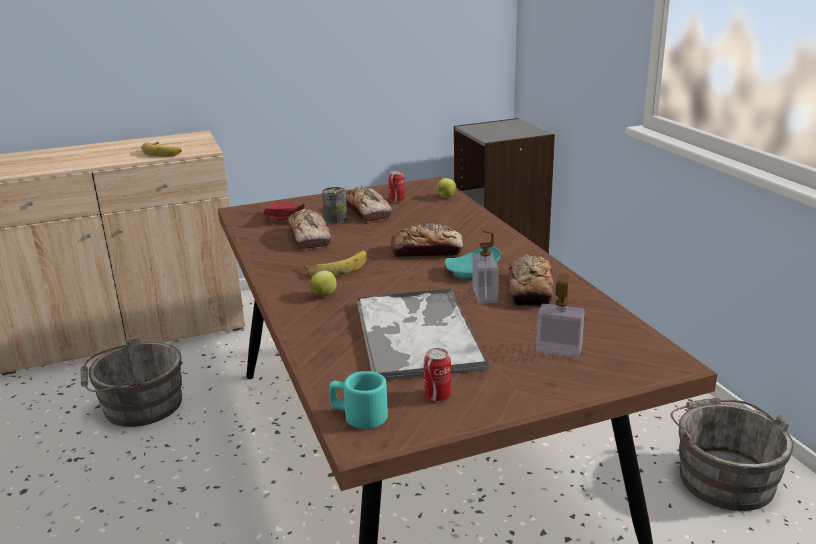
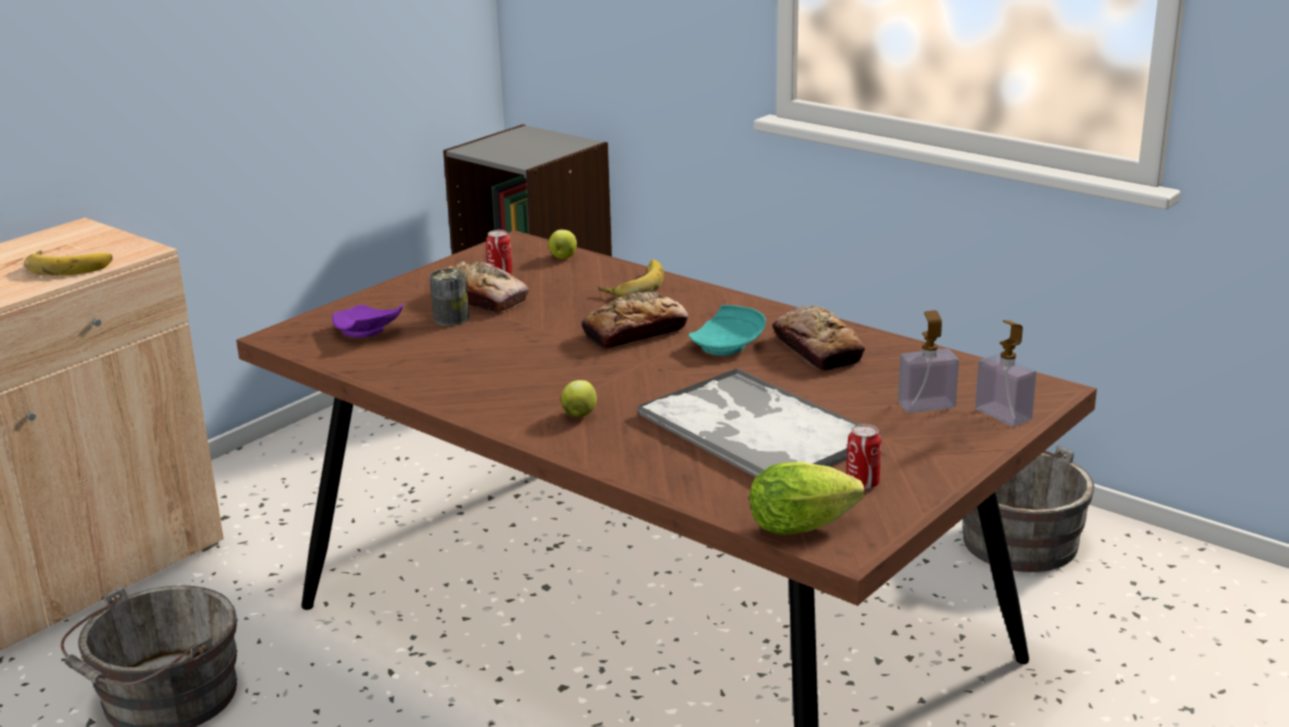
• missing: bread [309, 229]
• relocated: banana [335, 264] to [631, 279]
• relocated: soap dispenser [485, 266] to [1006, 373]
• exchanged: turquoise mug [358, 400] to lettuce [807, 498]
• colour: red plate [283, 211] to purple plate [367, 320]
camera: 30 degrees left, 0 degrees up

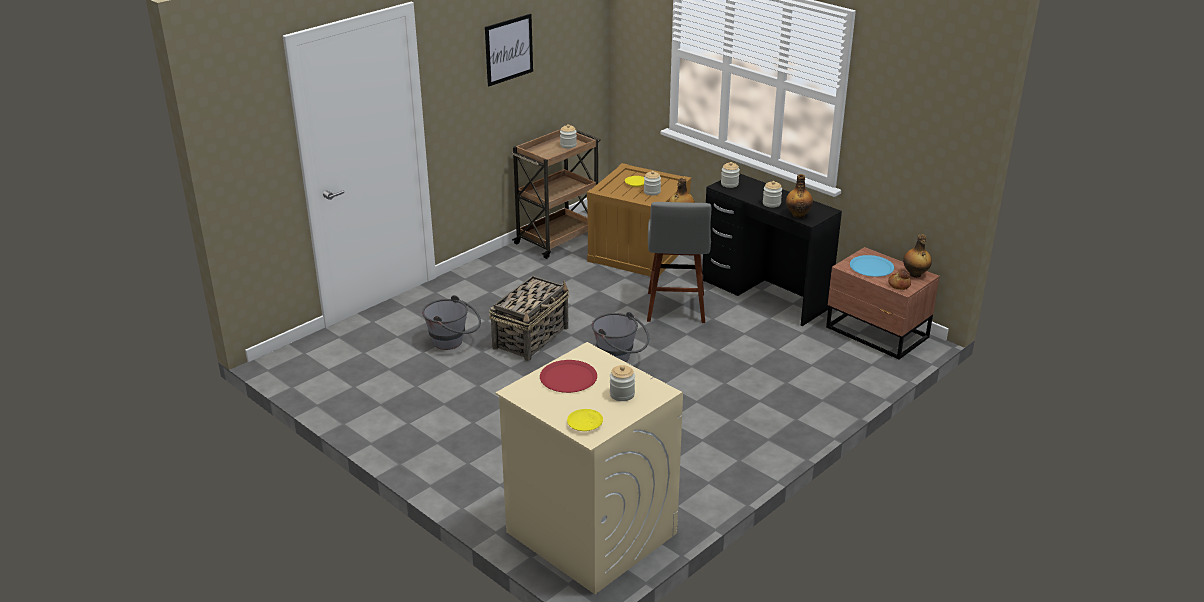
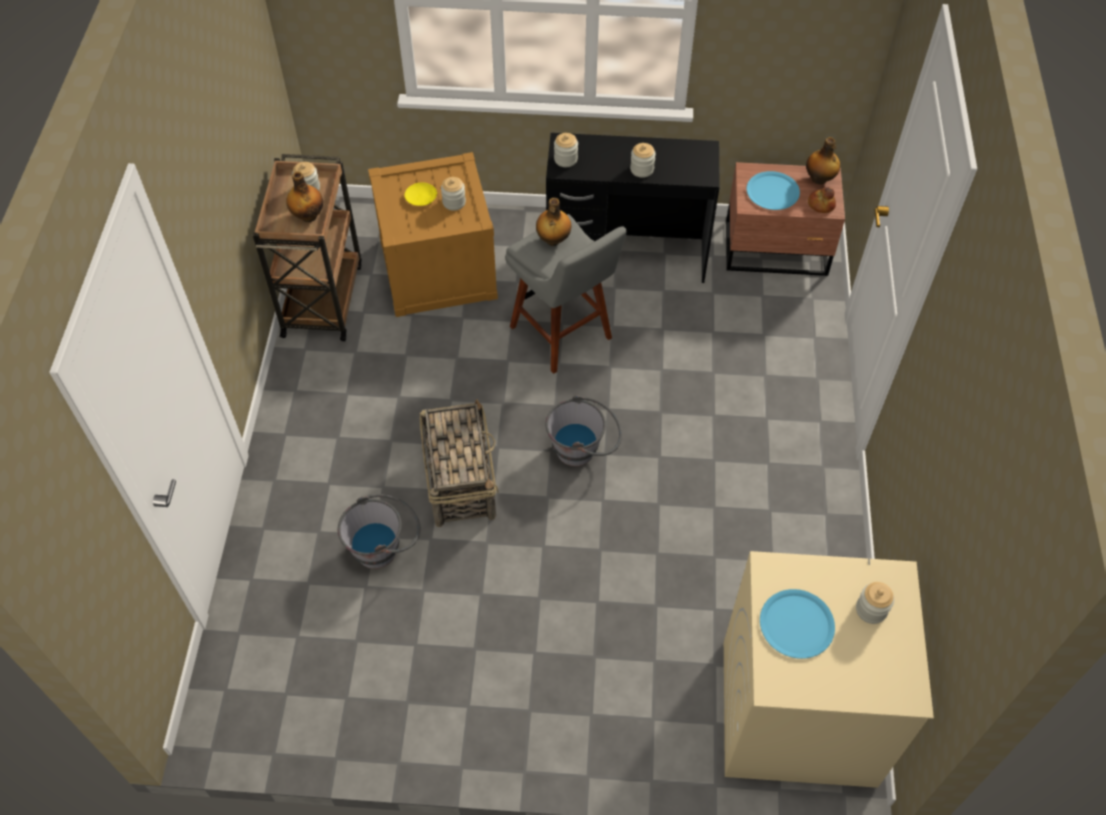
• missing: picture [509, 50]
• missing: yellow plate [585, 420]
• relocated: bottle [799, 196] to [304, 196]
• colour: red plate [568, 376] to blue plate [797, 624]
camera: 40 degrees left, 25 degrees up

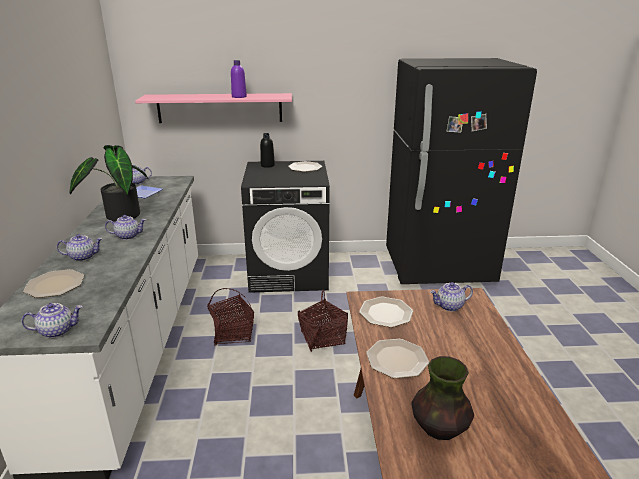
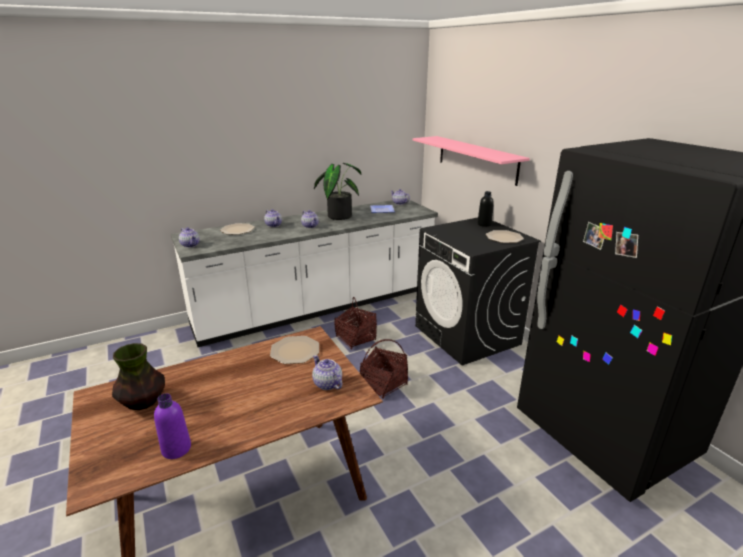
• missing: plate [397, 359]
• relocated: purple bottle [239, 79] to [172, 426]
camera: 65 degrees right, 0 degrees up

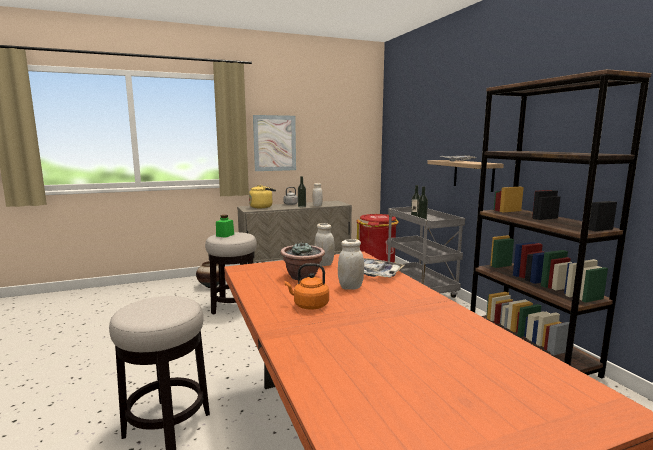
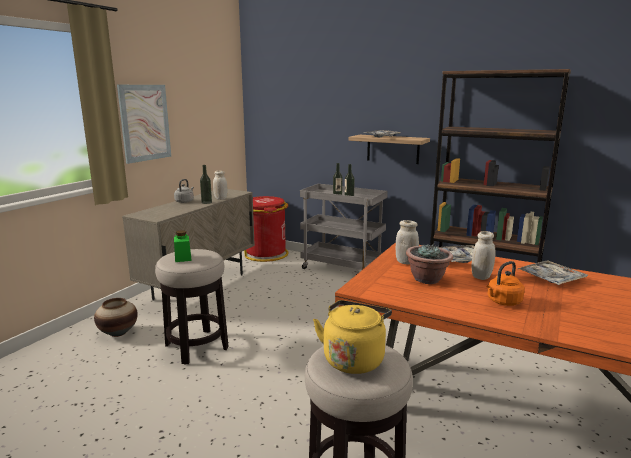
• appeared: tray [553, 272]
• relocated: yellow kettle [262, 196] to [352, 337]
camera: 40 degrees left, 5 degrees up

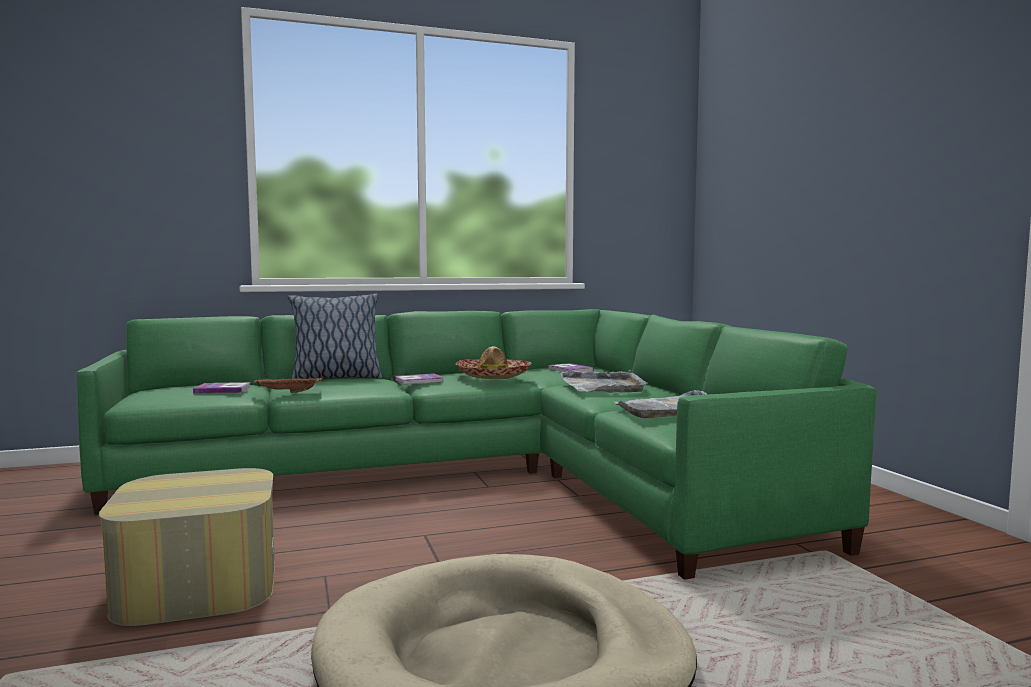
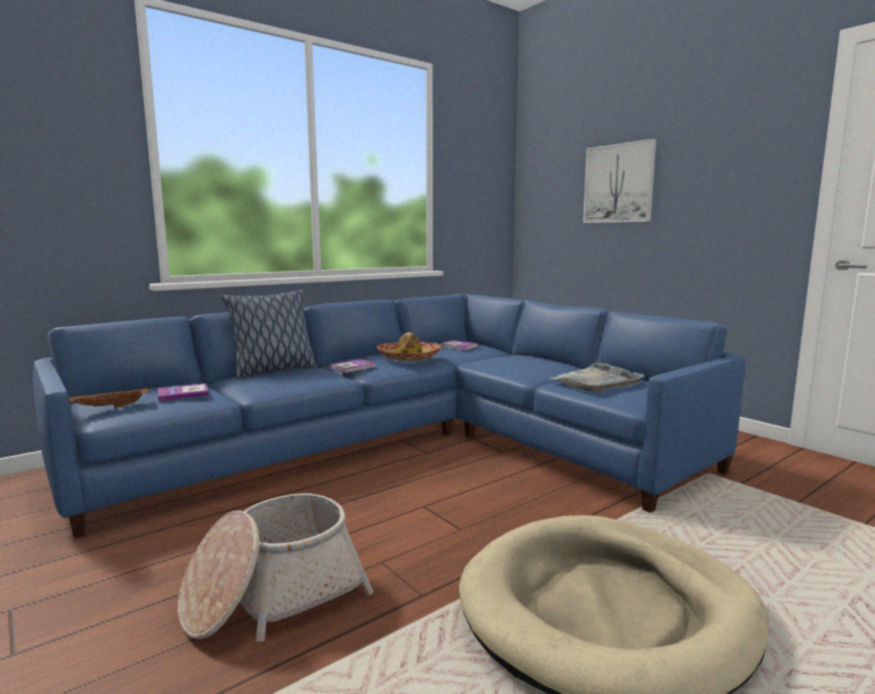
• missing: grey tray [604, 381]
• appeared: picture [619, 181]
• relocated: brown tray [288, 384] to [109, 397]
• exchanged: ottoman [187, 547] to basket [275, 568]
• colour: green sofa [477, 444] to blue sofa [389, 416]
camera: 20 degrees left, 5 degrees up

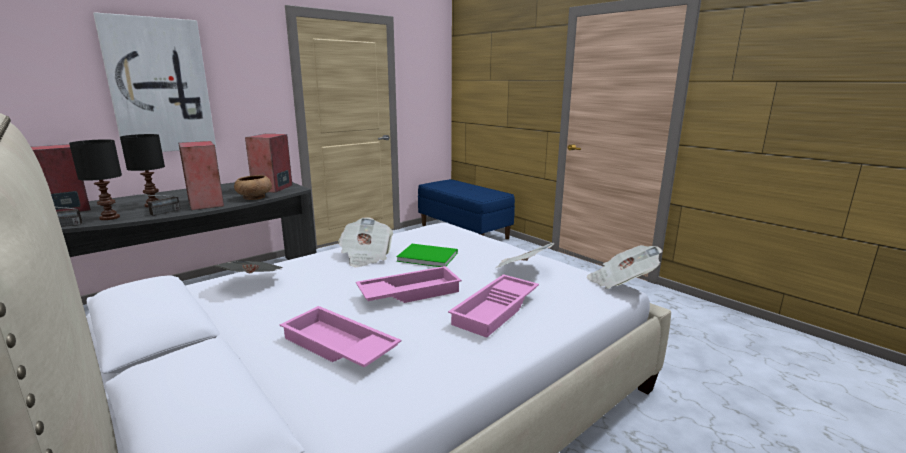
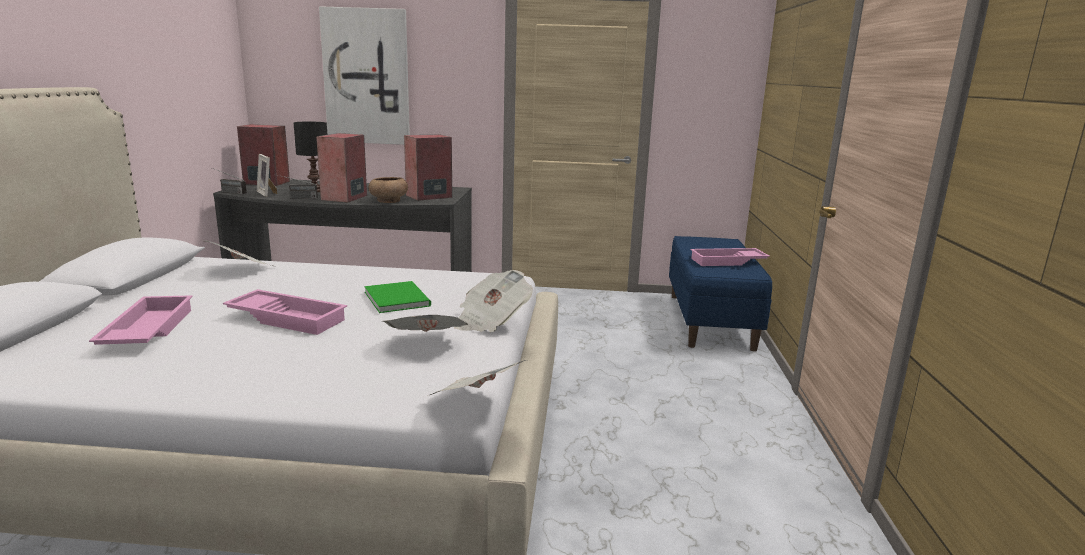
• relocated: newspaper [365, 242] to [493, 301]
• relocated: pink tray [493, 306] to [730, 257]
• exchanged: black table lamp [95, 179] to picture frame [267, 175]
camera: 45 degrees right, 0 degrees up

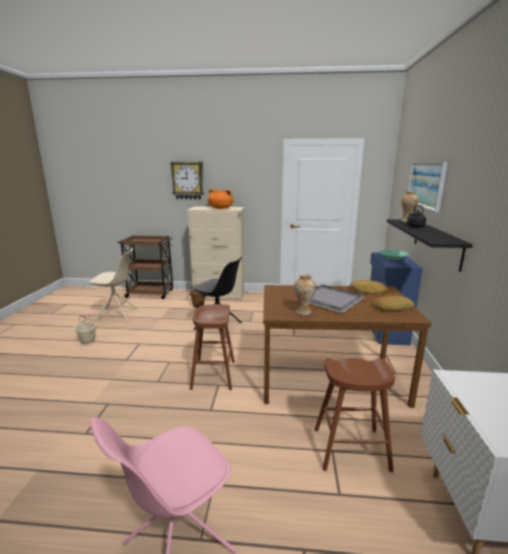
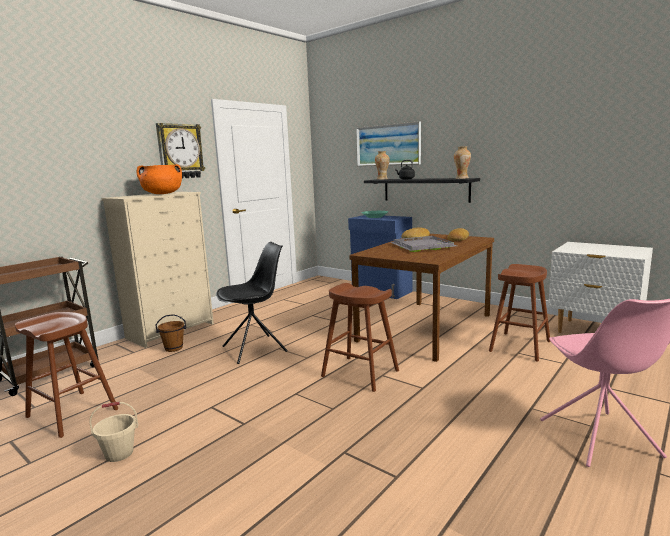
• relocated: wall clock [187, 180] to [180, 151]
• relocated: vase [305, 294] to [462, 162]
• exchanged: beige chair [113, 285] to brown stool [66, 375]
camera: 55 degrees left, 5 degrees down

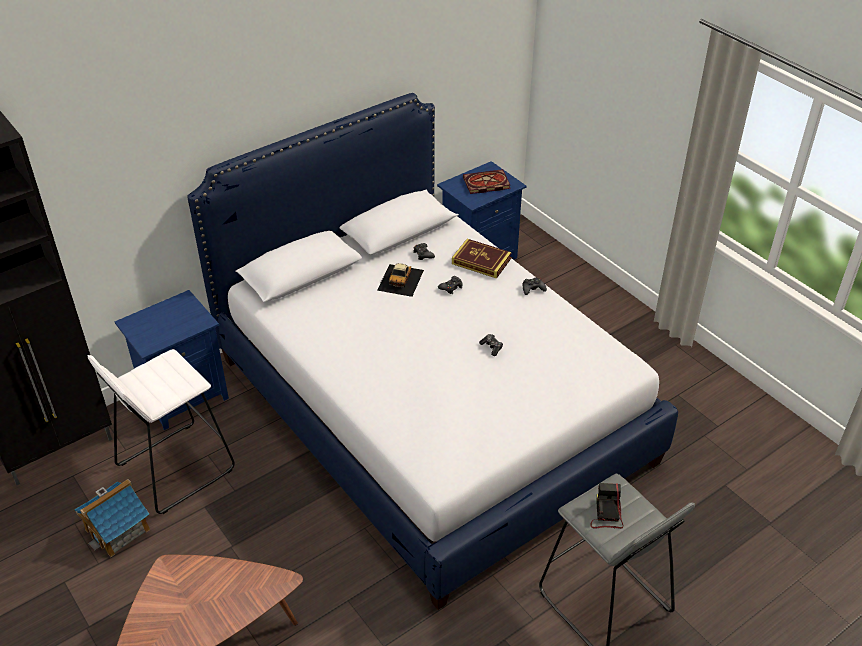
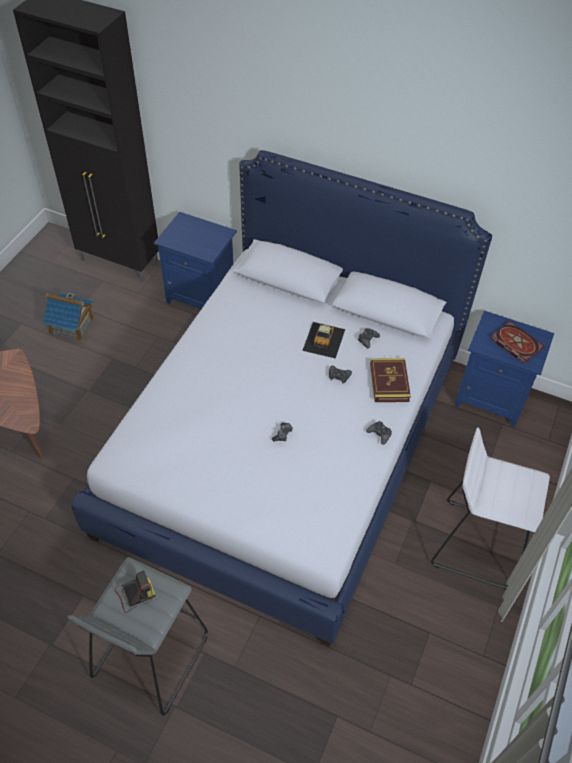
• relocated: white stool [161, 431] to [490, 508]
• spun: toy car [400, 280] = [323, 340] 60 degrees counterclockwise
camera: 60 degrees right, 10 degrees up

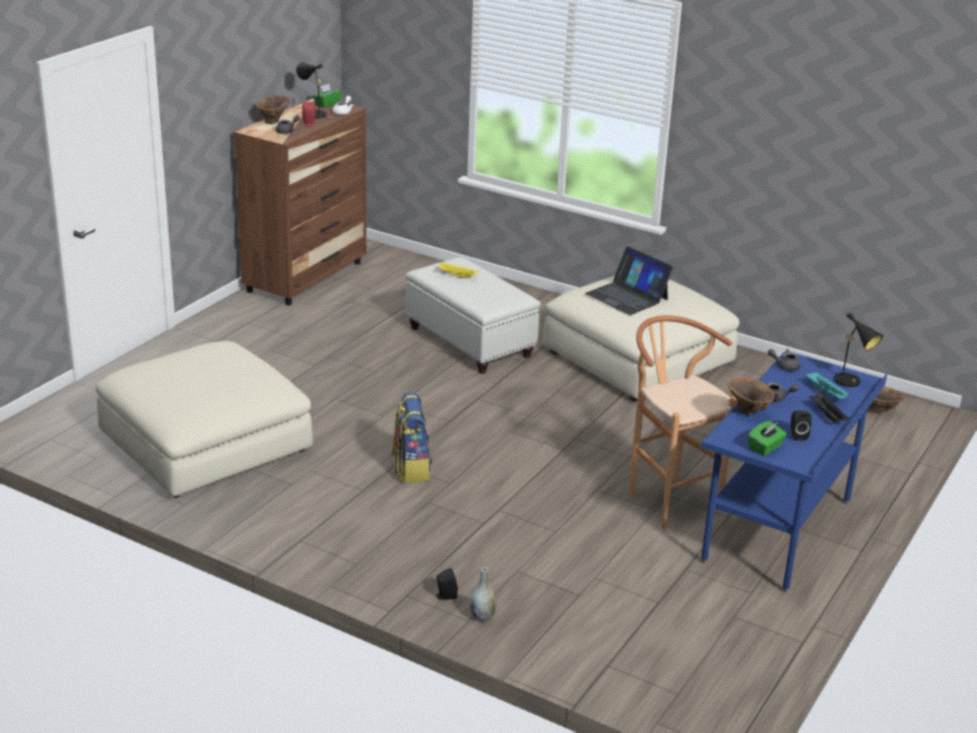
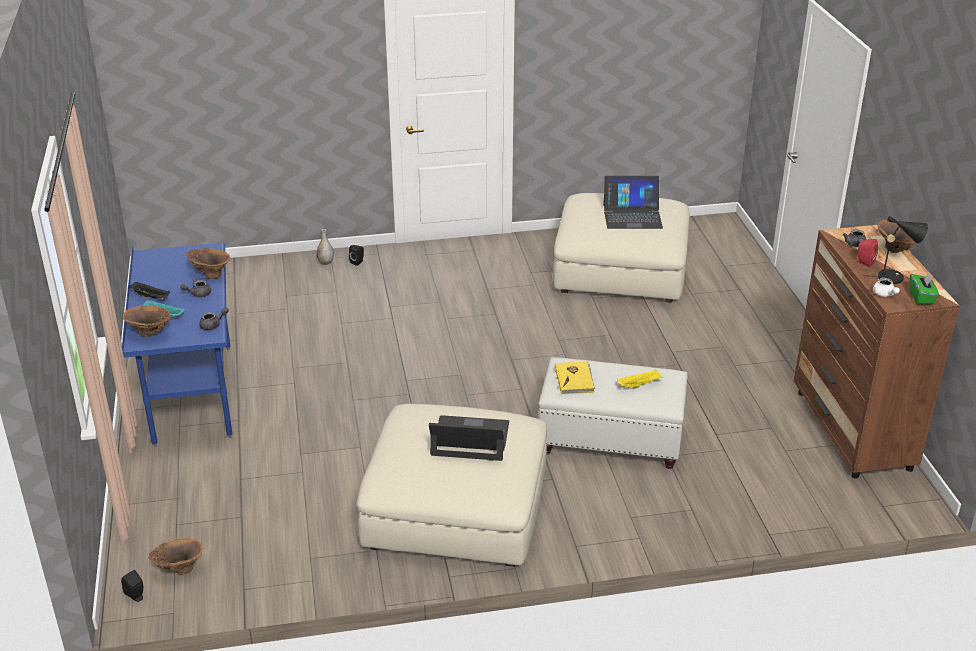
• missing: backpack [412, 437]
• missing: brown stool [683, 422]
• missing: green tissue box [767, 438]
• appeared: yellow book [575, 378]
• appeared: laptop [633, 202]
• relocated: black speaker [801, 425] to [132, 586]
• exchanged: black table lamp [854, 349] to brown vase [147, 321]
camera: 140 degrees right, 5 degrees up

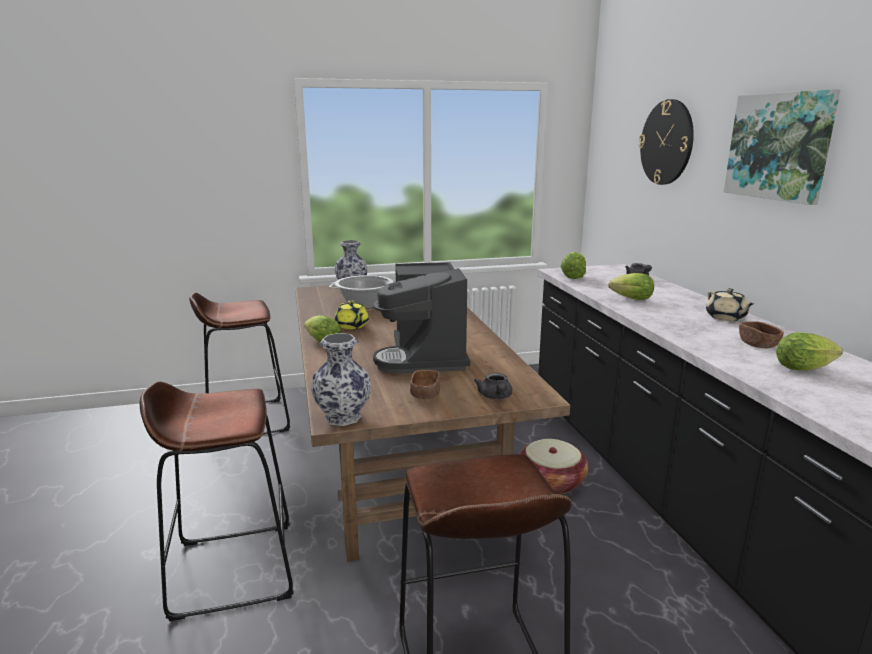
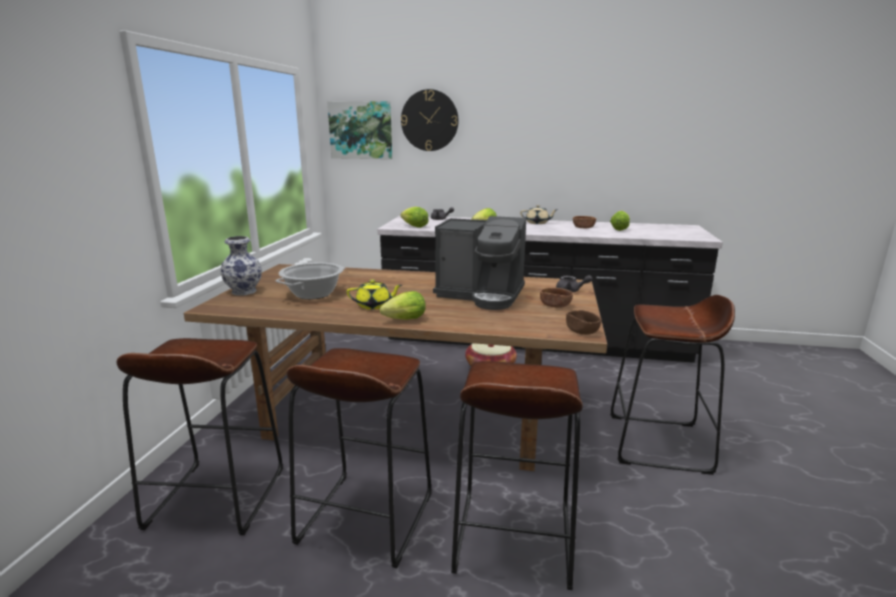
• appeared: brown stool [359, 458]
• relocated: picture [782, 147] to [360, 130]
• exchanged: vase [341, 379] to brown bowl [584, 322]
camera: 65 degrees left, 0 degrees up

